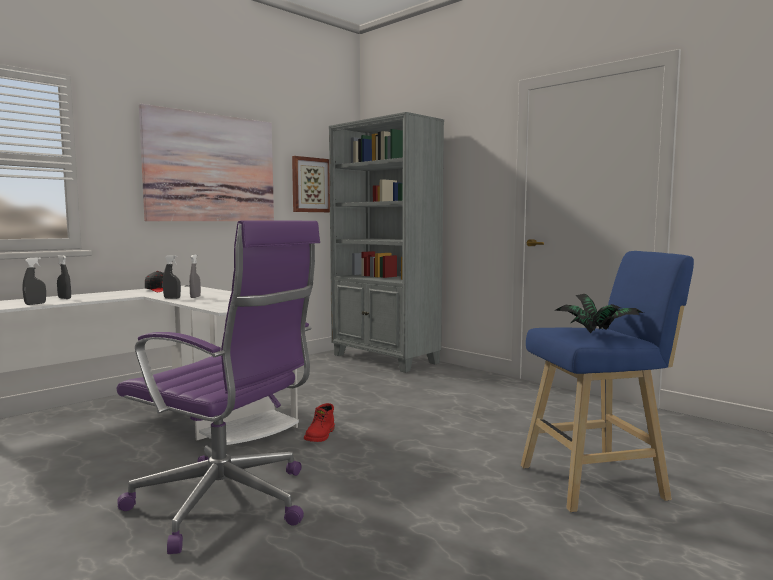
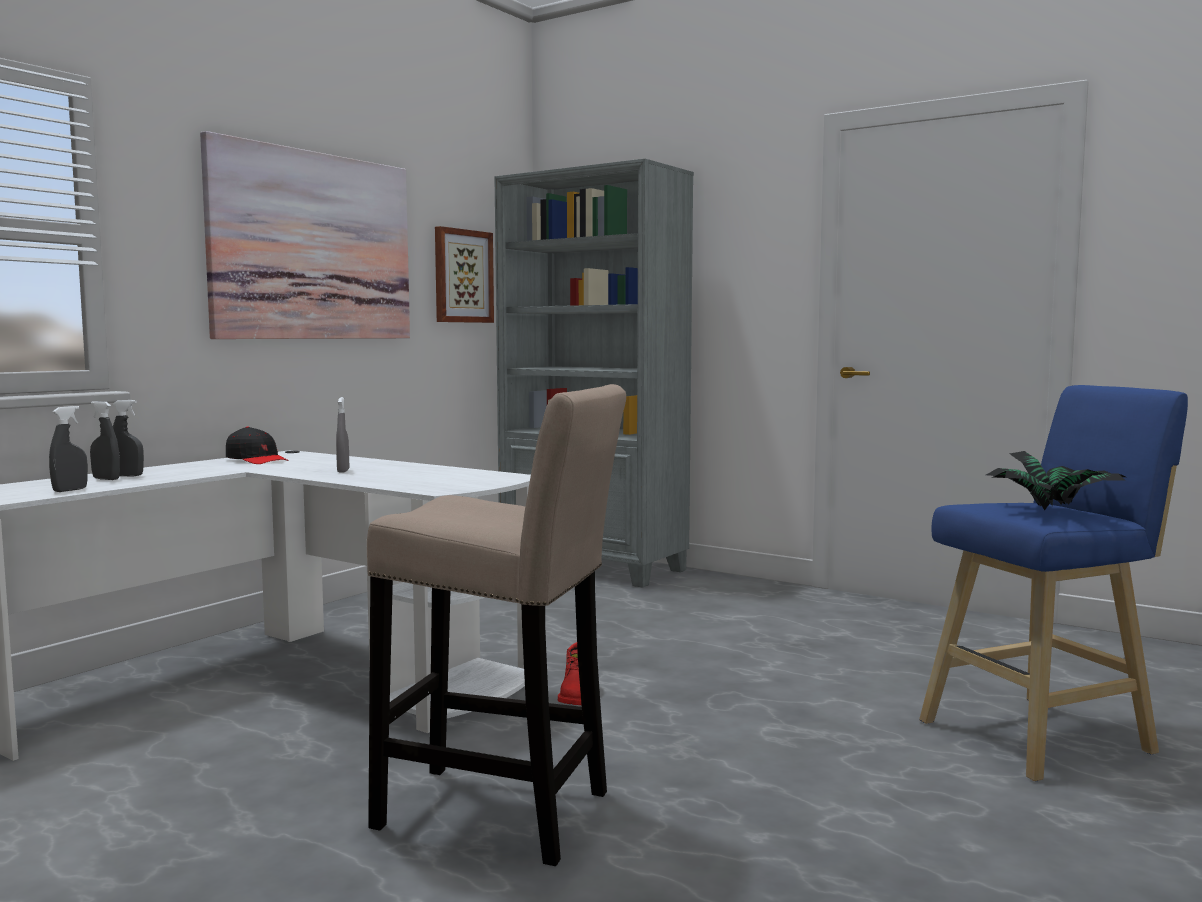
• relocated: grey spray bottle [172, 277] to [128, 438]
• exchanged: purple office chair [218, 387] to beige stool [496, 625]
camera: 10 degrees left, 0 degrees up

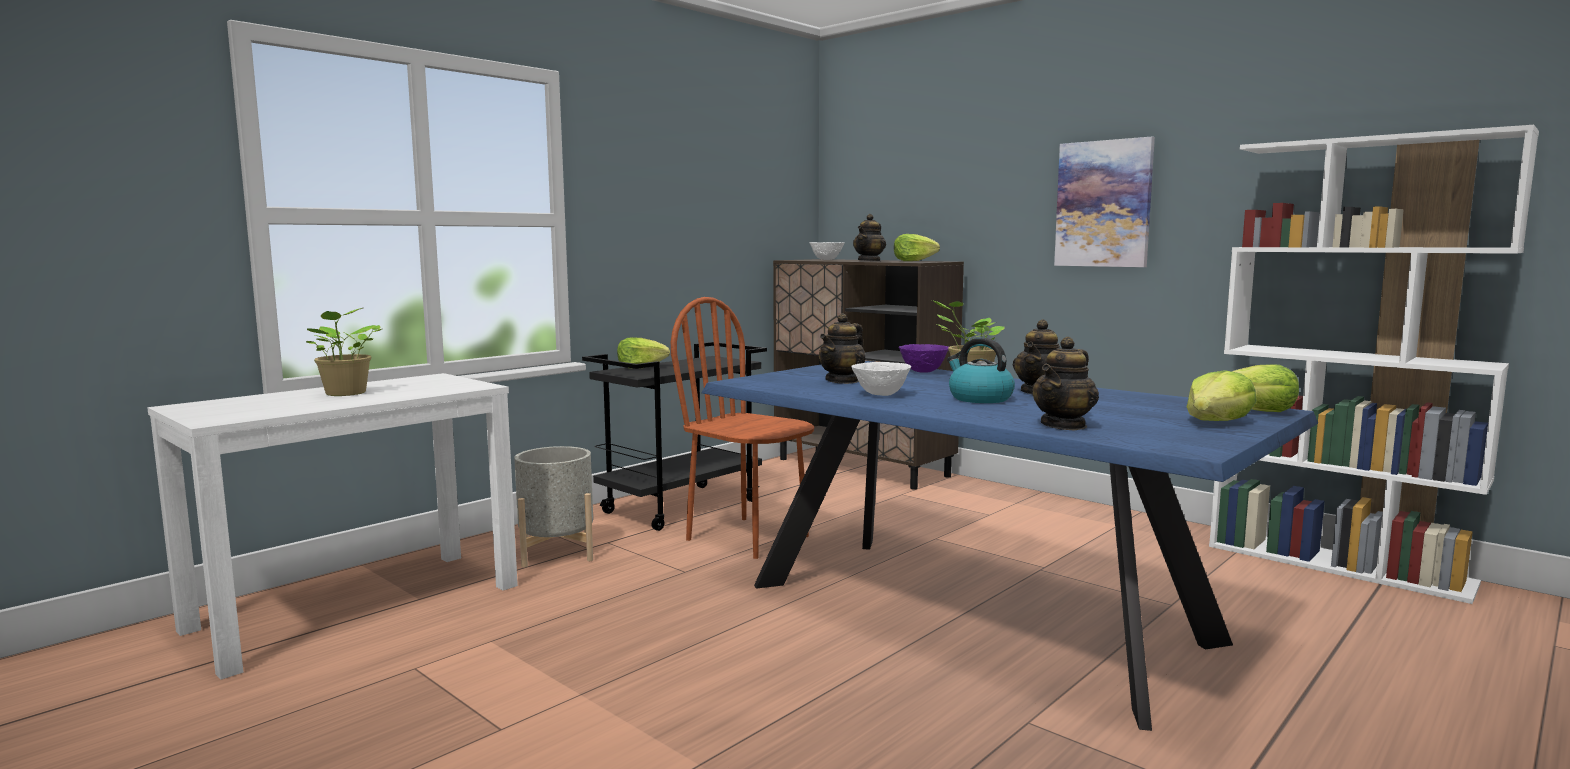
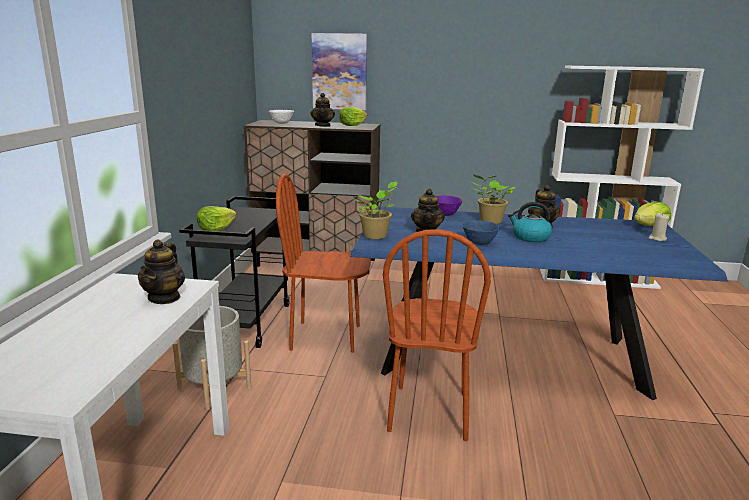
• appeared: brown chair [437, 335]
• relocated: potted plant [344, 352] to [375, 210]
• relocated: teapot [1065, 384] to [161, 271]
• relocated: picture [1104, 202] to [339, 71]
• exchanged: lettuce [1222, 395] to beige candle [659, 227]
• colour: white bowl [881, 379] to blue bowl [481, 232]
camera: 35 degrees left, 10 degrees up

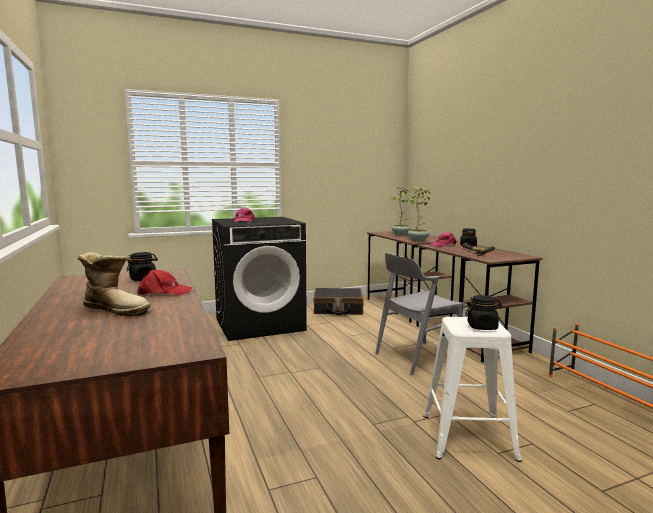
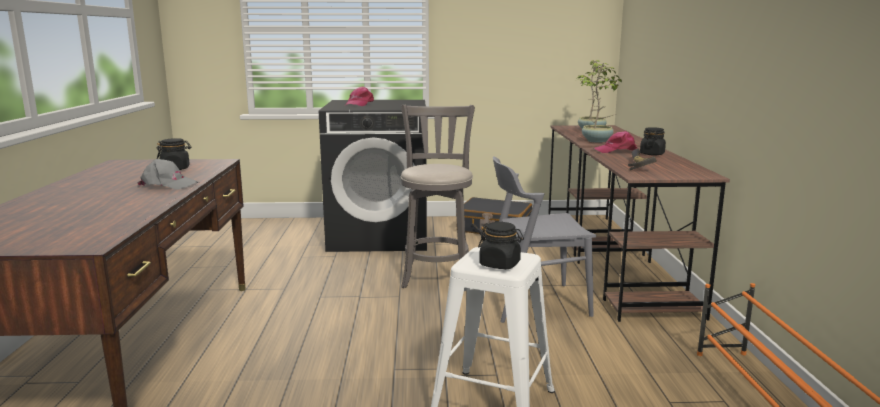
• missing: boot [114, 284]
• appeared: grey stool [438, 196]
• colour: red cap [164, 282] to grey cap [167, 174]
camera: 20 degrees right, 5 degrees up

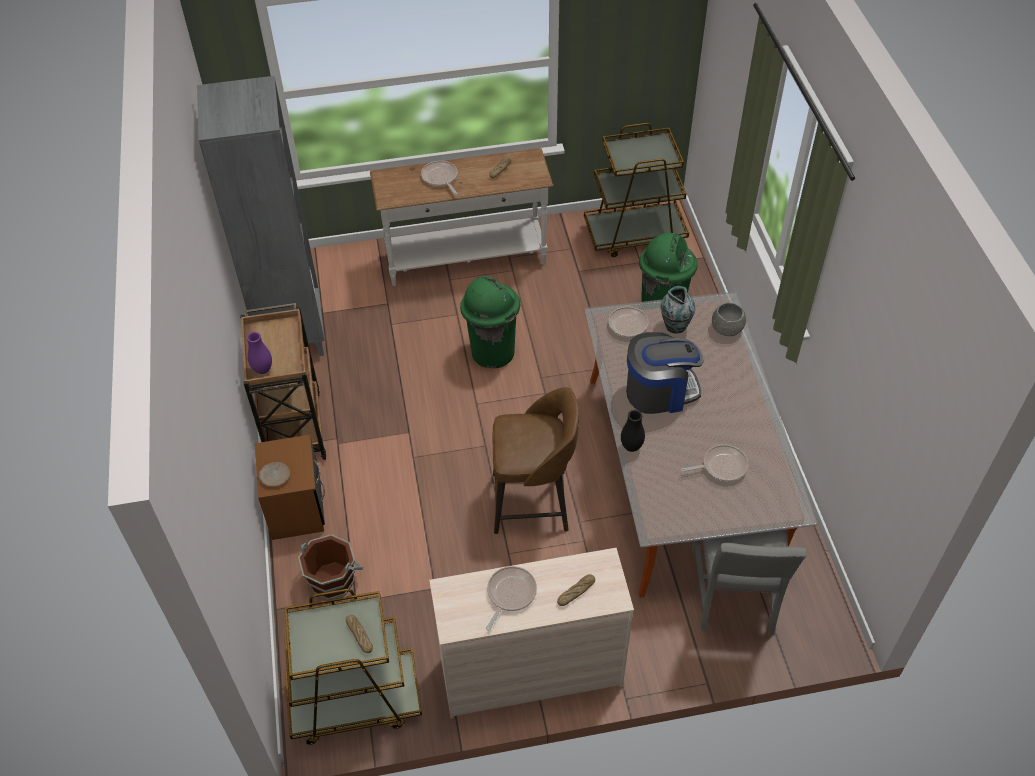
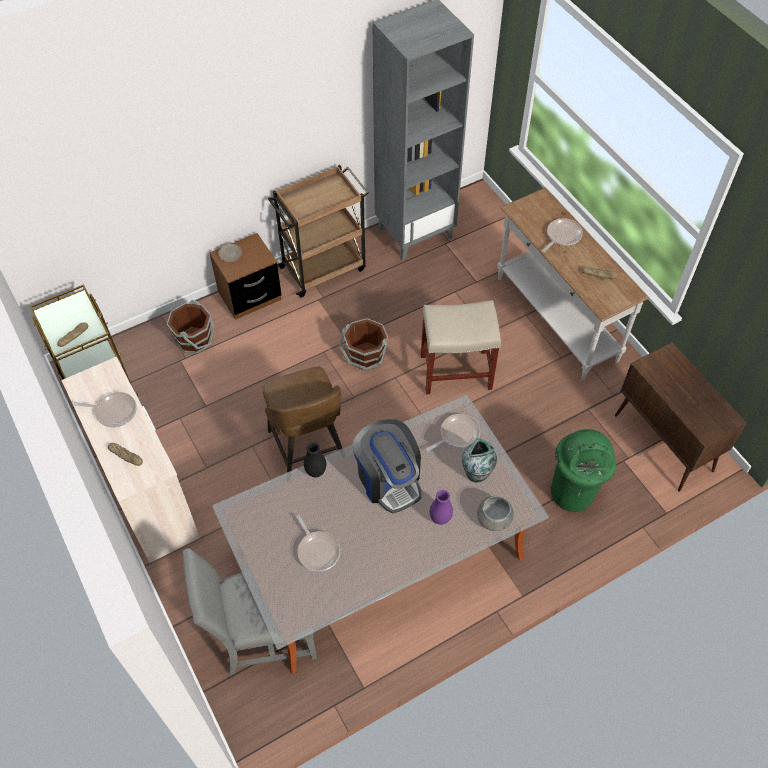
• appeared: brown bucket [363, 344]
• relocated: purple vase [259, 353] to [441, 507]
• exchanged: green trash can [490, 322] to beige stool [461, 347]
• exchanged: brown cart [636, 190] to brown cabinet [681, 417]
camera: 70 degrees right, 5 degrees up

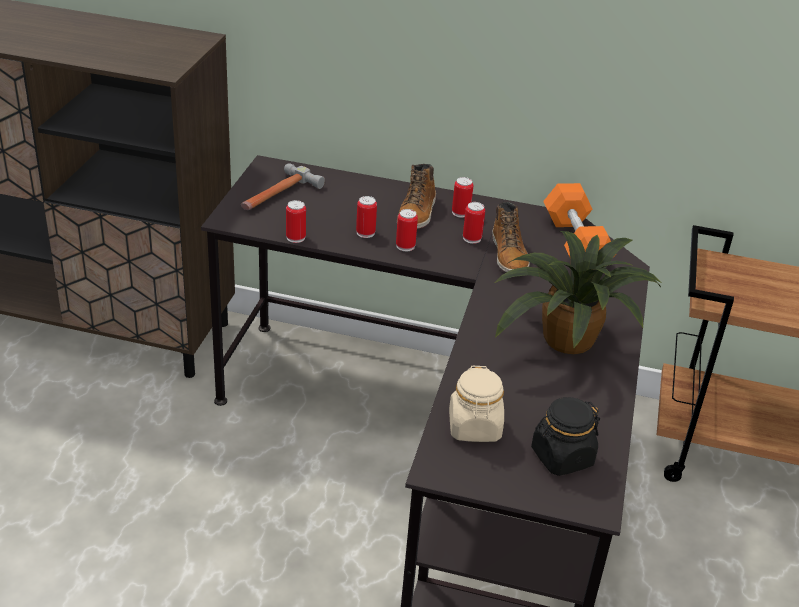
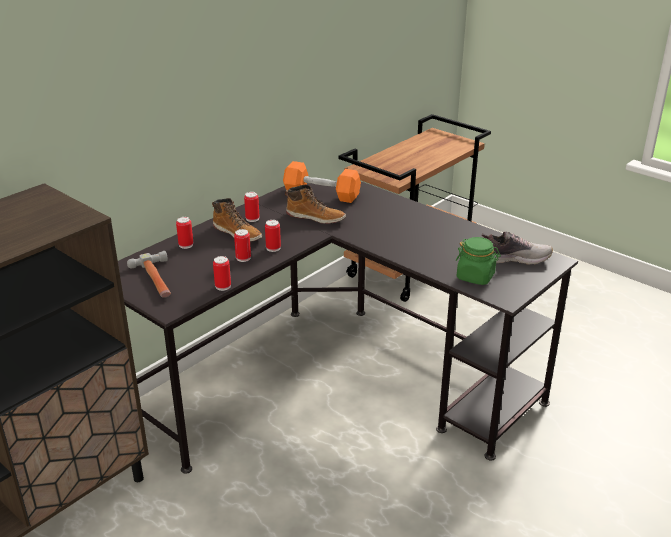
• missing: potted plant [578, 292]
• relocated: can [474, 223] to [184, 233]
• exchanged: black jar [565, 436] to shoe [517, 247]
• colour: beige jar [476, 404] to green jar [478, 261]
camera: 60 degrees left, 5 degrees down

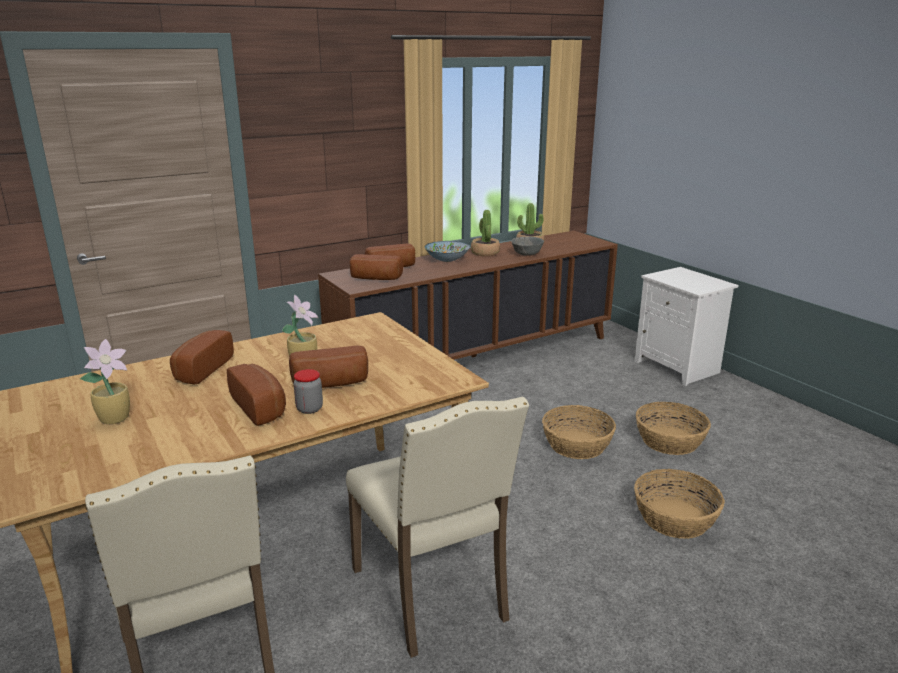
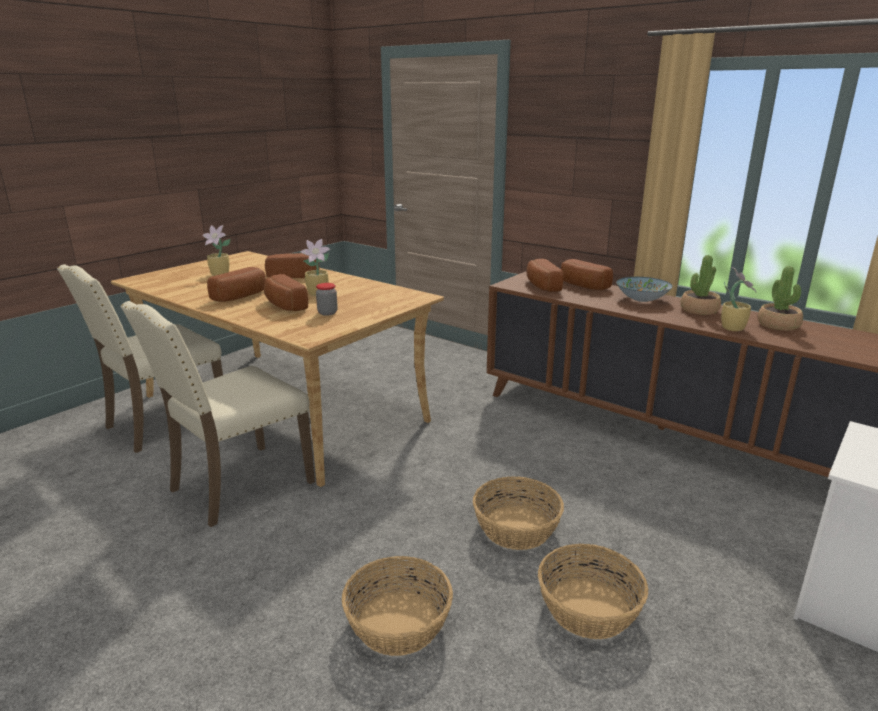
• relocated: jar [308, 391] to [327, 299]
• exchanged: grey bowl [527, 246] to potted plant [739, 299]
camera: 70 degrees right, 0 degrees up

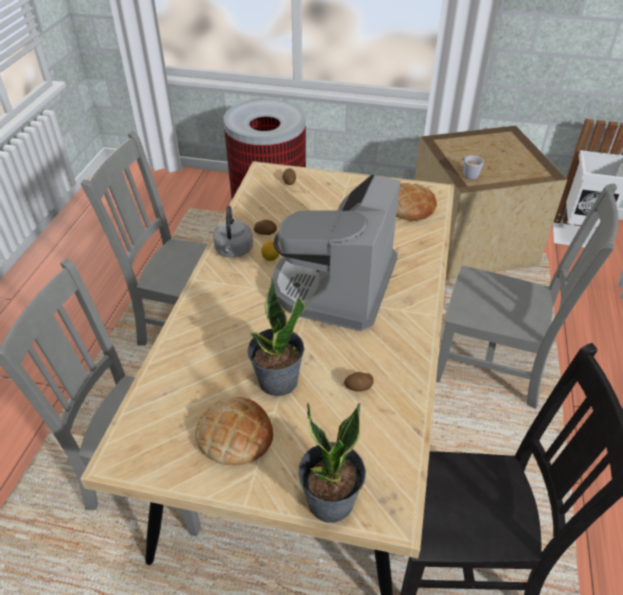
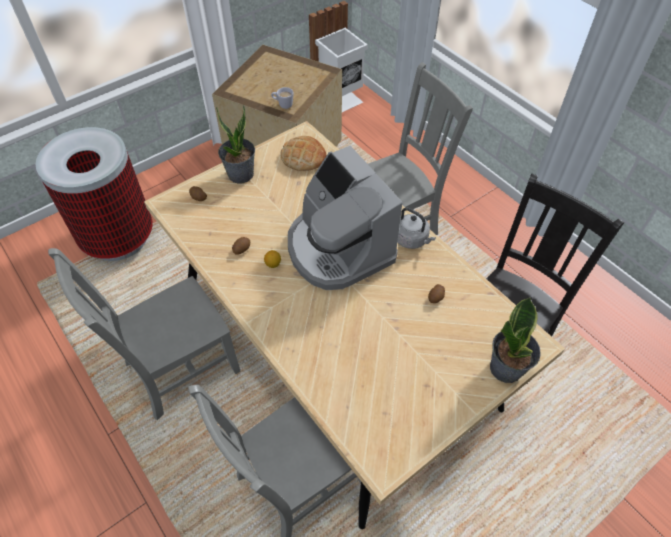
• missing: bread [234, 431]
• relocated: grey kettle [233, 231] to [416, 228]
• relocated: potted plant [276, 337] to [235, 144]
camera: 50 degrees left, 10 degrees up

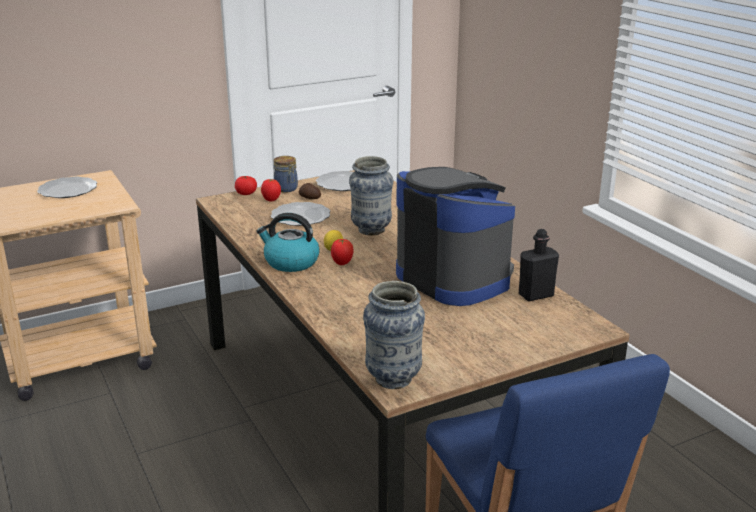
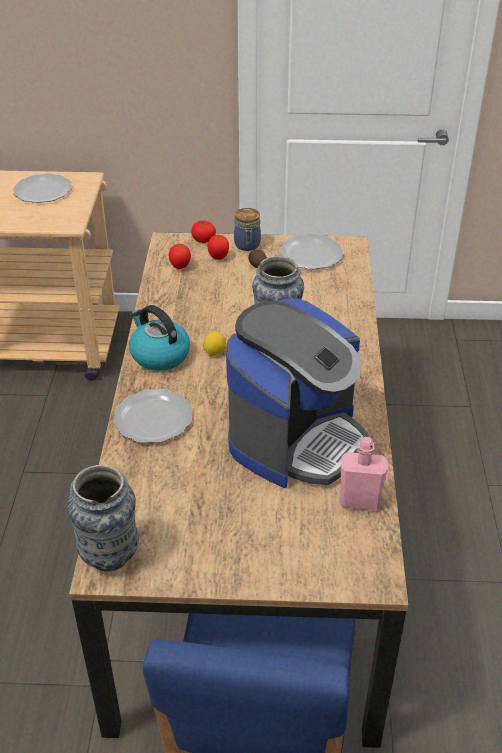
• relocated: plate [300, 214] to [152, 416]
• relocated: tomato [342, 252] to [180, 256]
• colour: black bottle [539, 265] to pink bottle [363, 474]
• spun: coffee machine [455, 236] = [297, 393] 45 degrees clockwise
camera: 30 degrees right, 15 degrees up

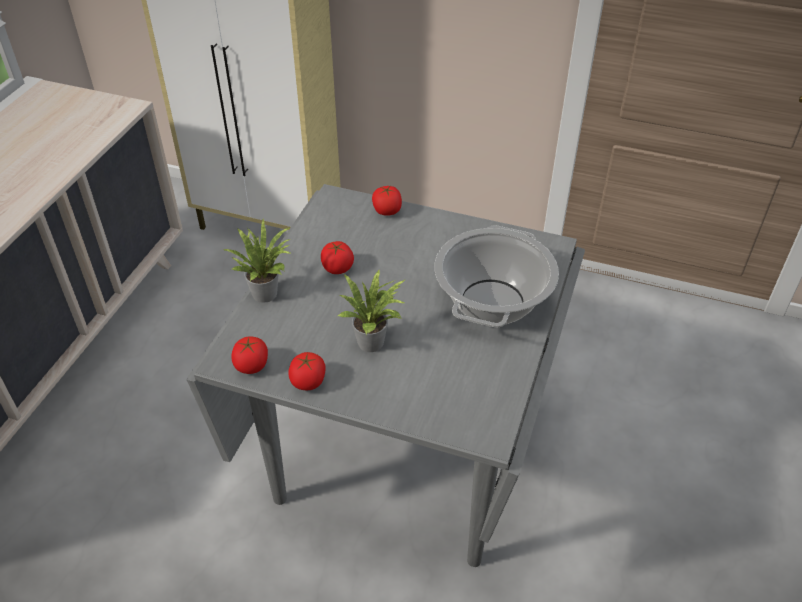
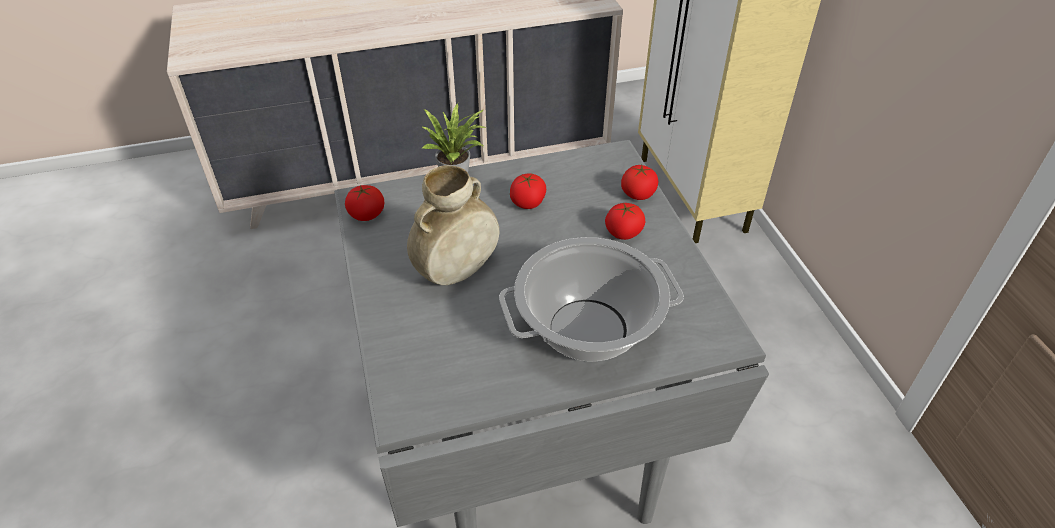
• relocated: tomato [307, 371] to [625, 221]
• exchanged: potted plant [372, 310] to beige vase [453, 225]
camera: 55 degrees right, 0 degrees up

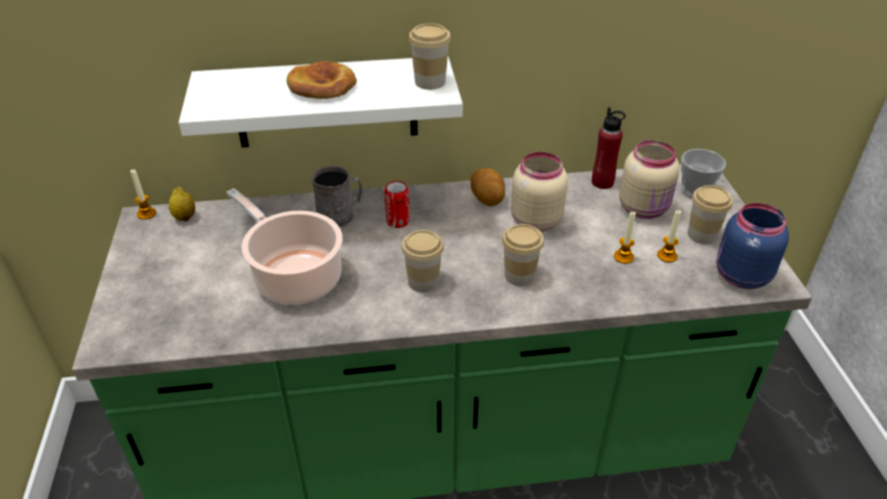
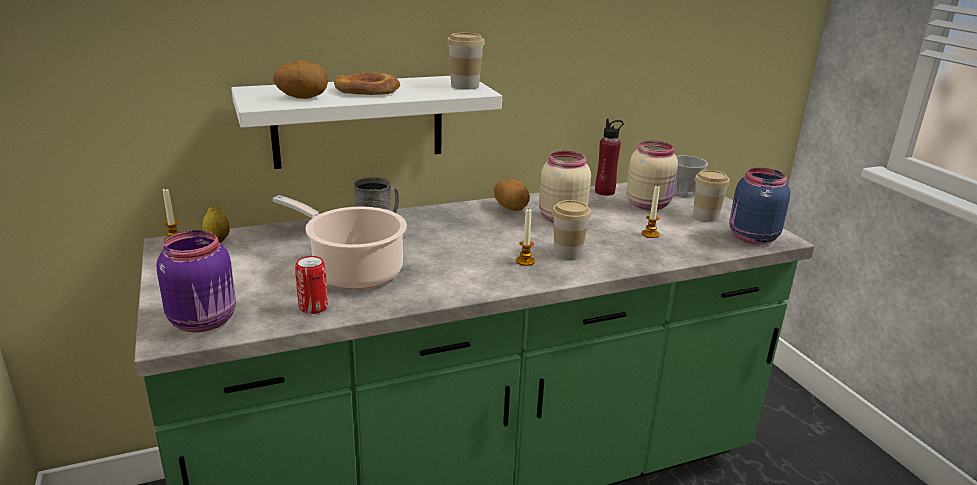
• missing: cup [422, 261]
• appeared: purple jar [196, 281]
• appeared: potato [300, 79]
• relocated: can [397, 204] to [311, 285]
• relocated: candle [669, 236] to [525, 237]
camera: 15 degrees left, 15 degrees down

